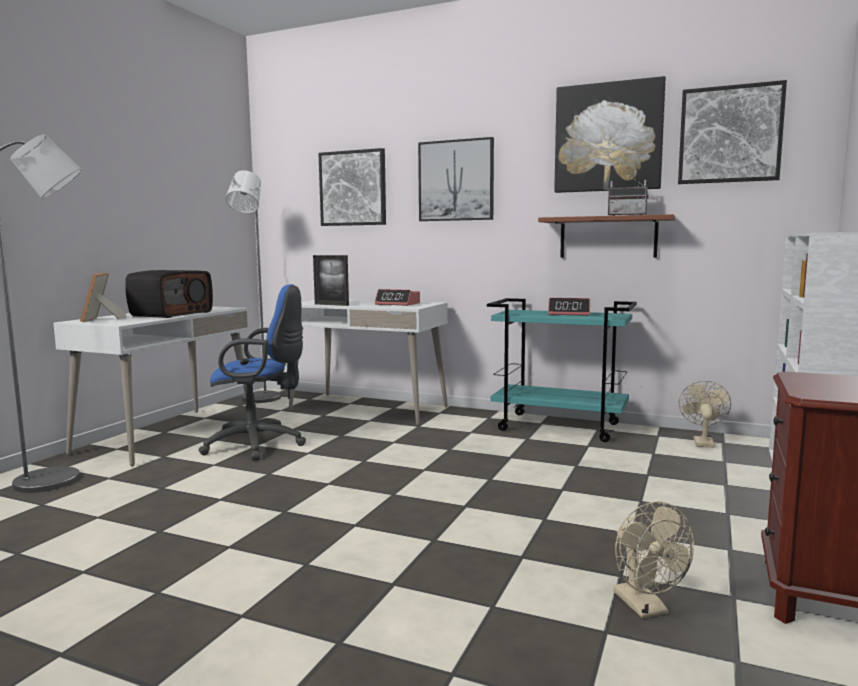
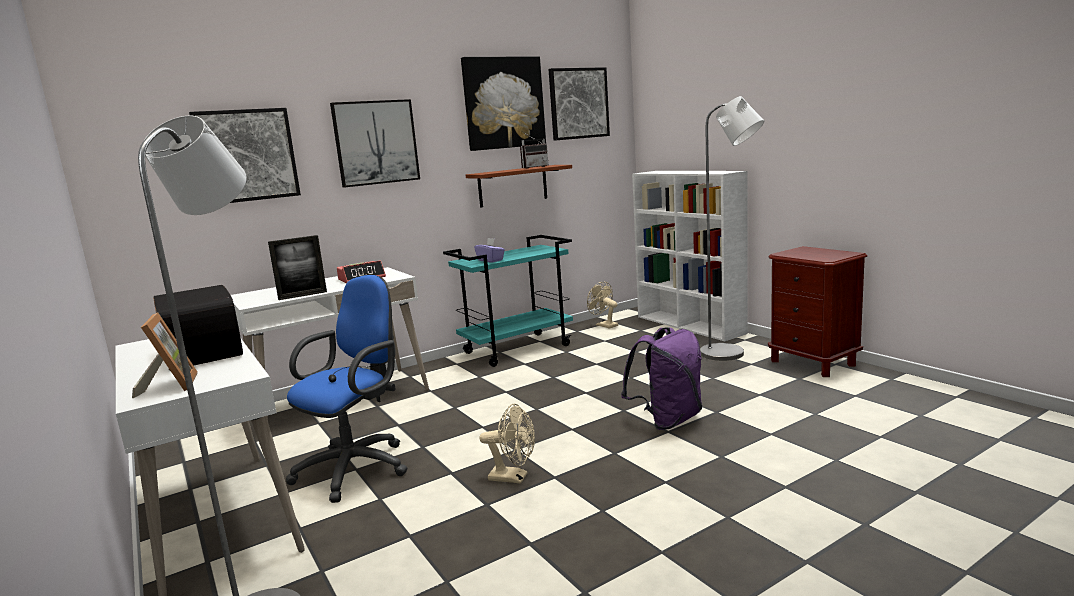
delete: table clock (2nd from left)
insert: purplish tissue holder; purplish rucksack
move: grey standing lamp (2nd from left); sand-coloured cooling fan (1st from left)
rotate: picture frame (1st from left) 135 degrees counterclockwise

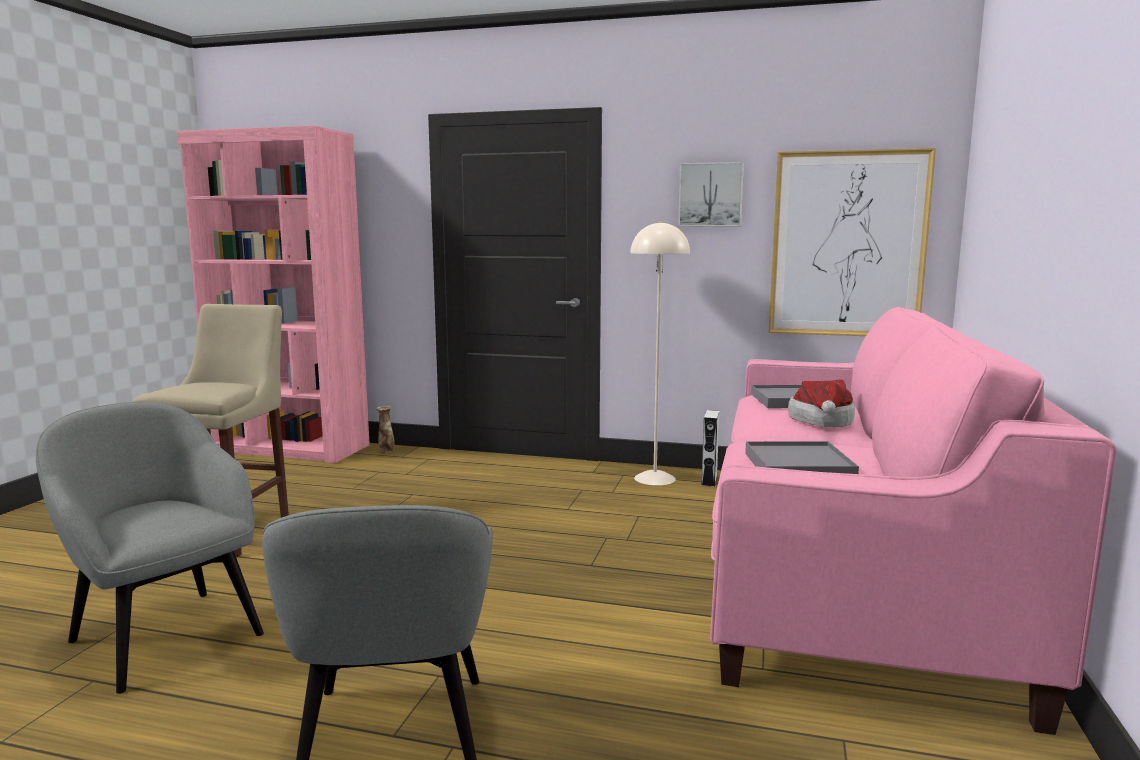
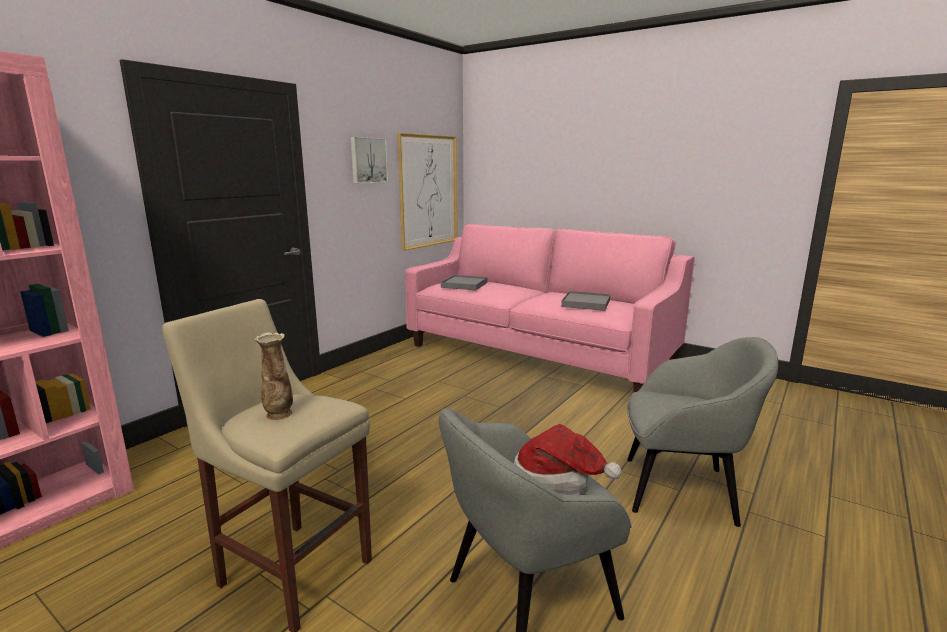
delete: sand-coloured standing lamp; grey speaker
move: hat; decorative vase

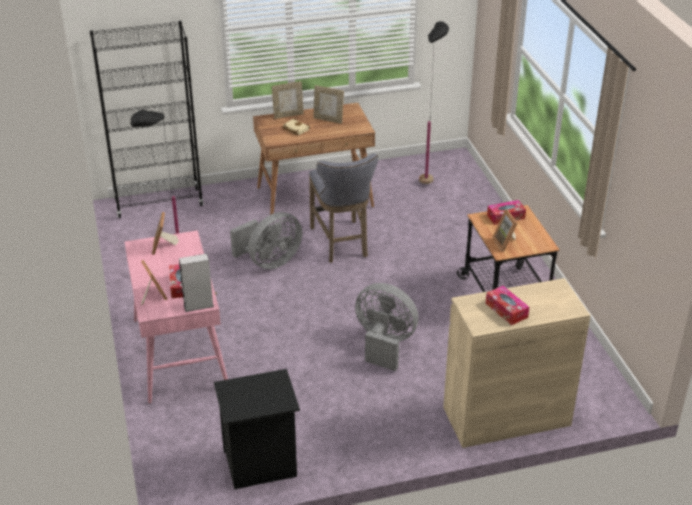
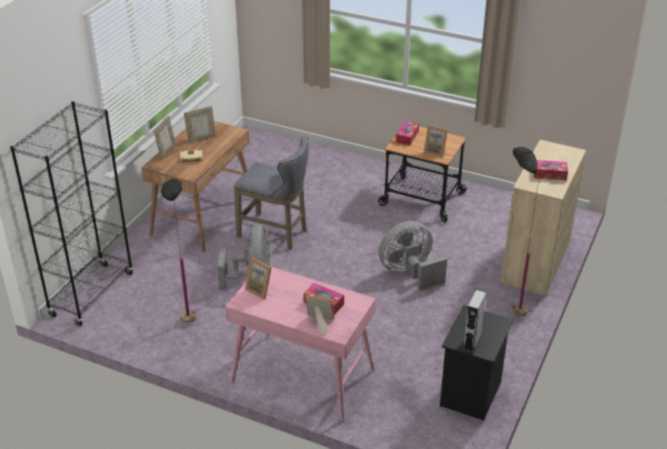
move: black-coloured standing lamp (2nd from left); grey speaker

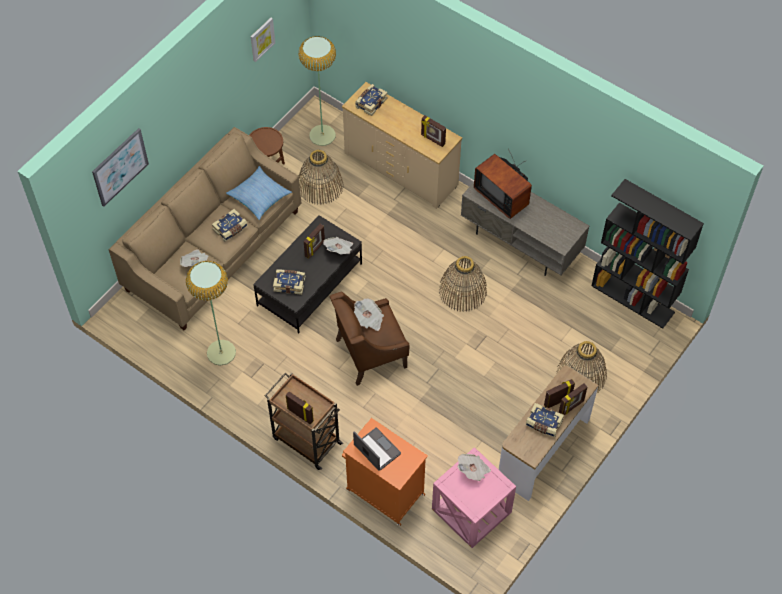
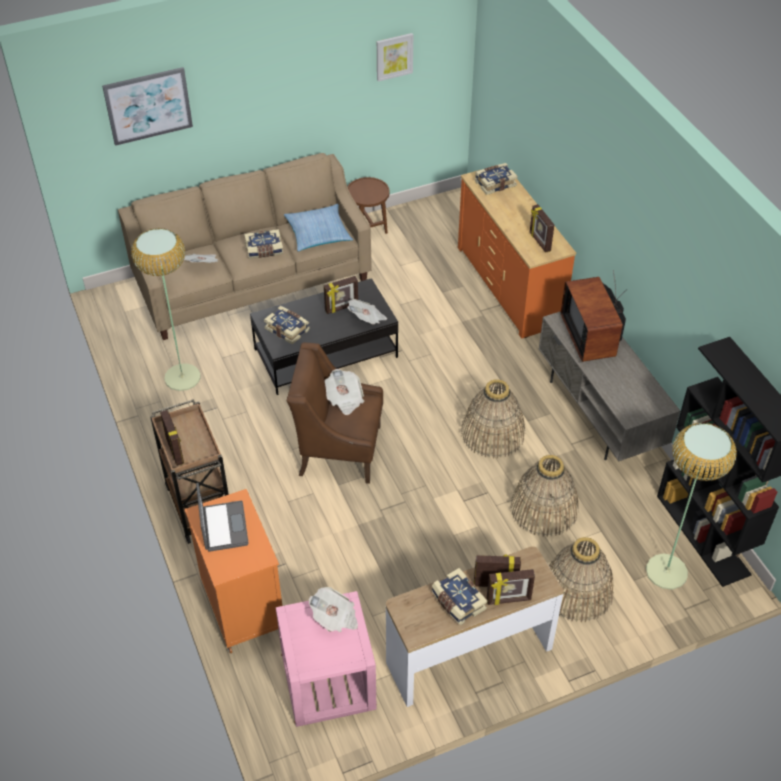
move: standing lamp (2nd from left); storage basket (1st from left in the first image) to storage basket (2nd from left)
recolor: sand-coloured chest of drawers to orangey chest of drawers

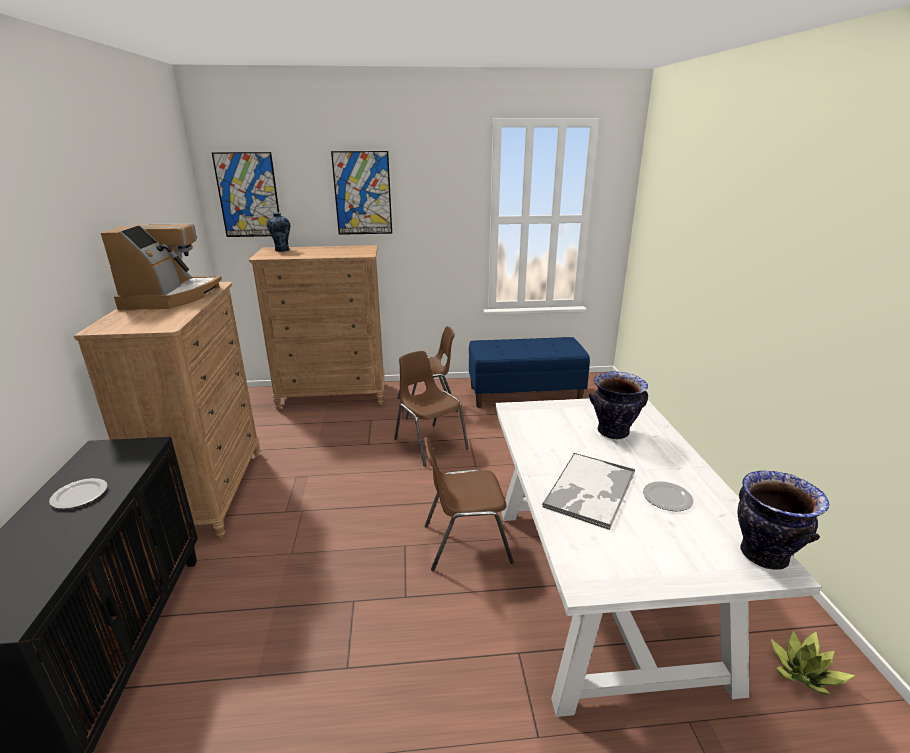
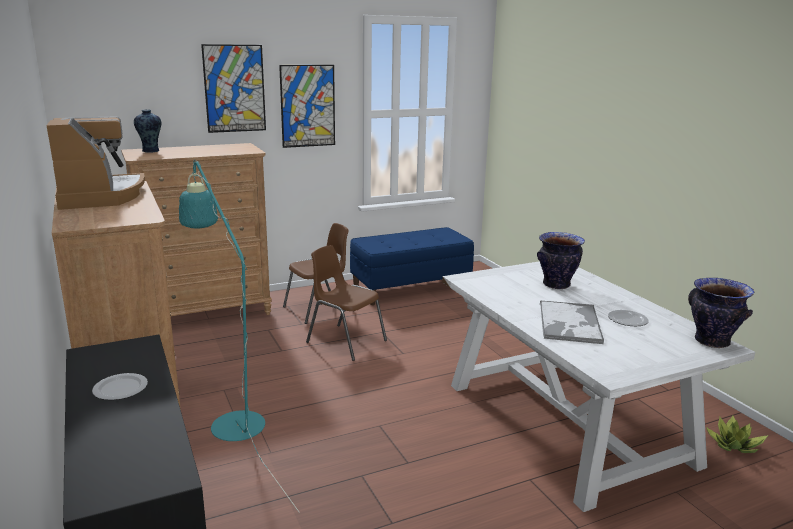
delete: brownish upright chair (3rd from left)
insert: blue-green standing lamp
move: wall art (1st from left in the first image) to wall art (2nd from left)

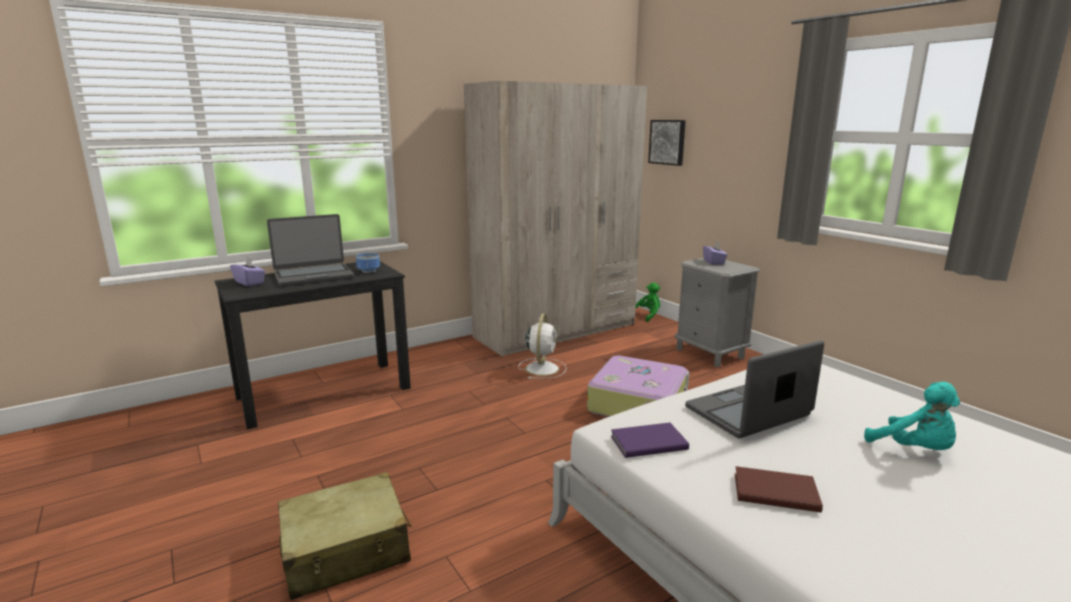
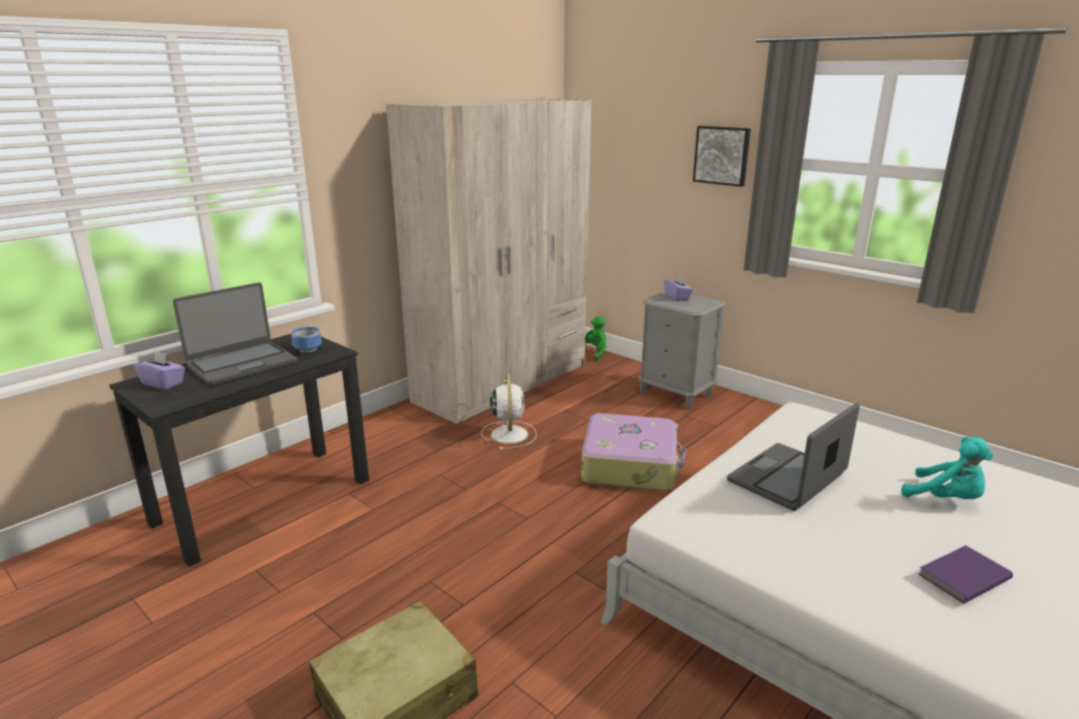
delete: brownish book
move: wall art; purplish book

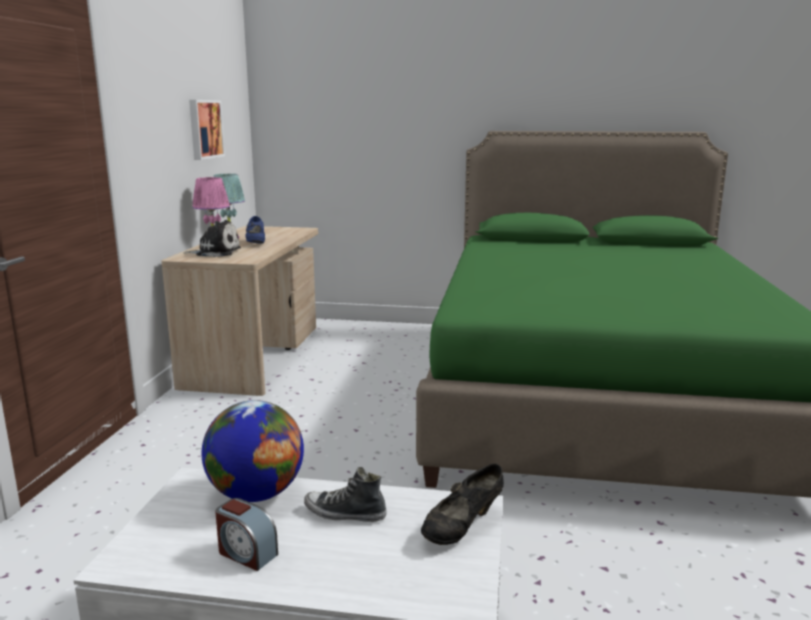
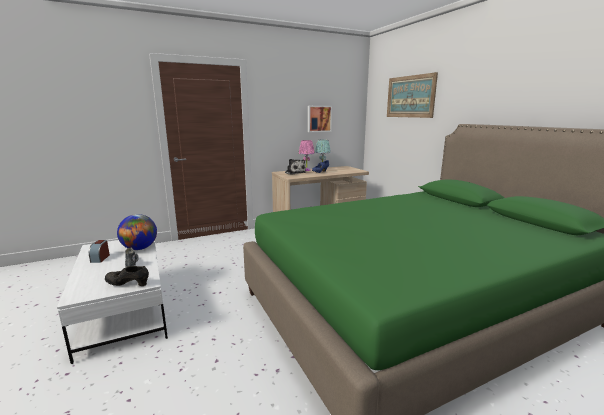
insert: wall art (2nd from left)

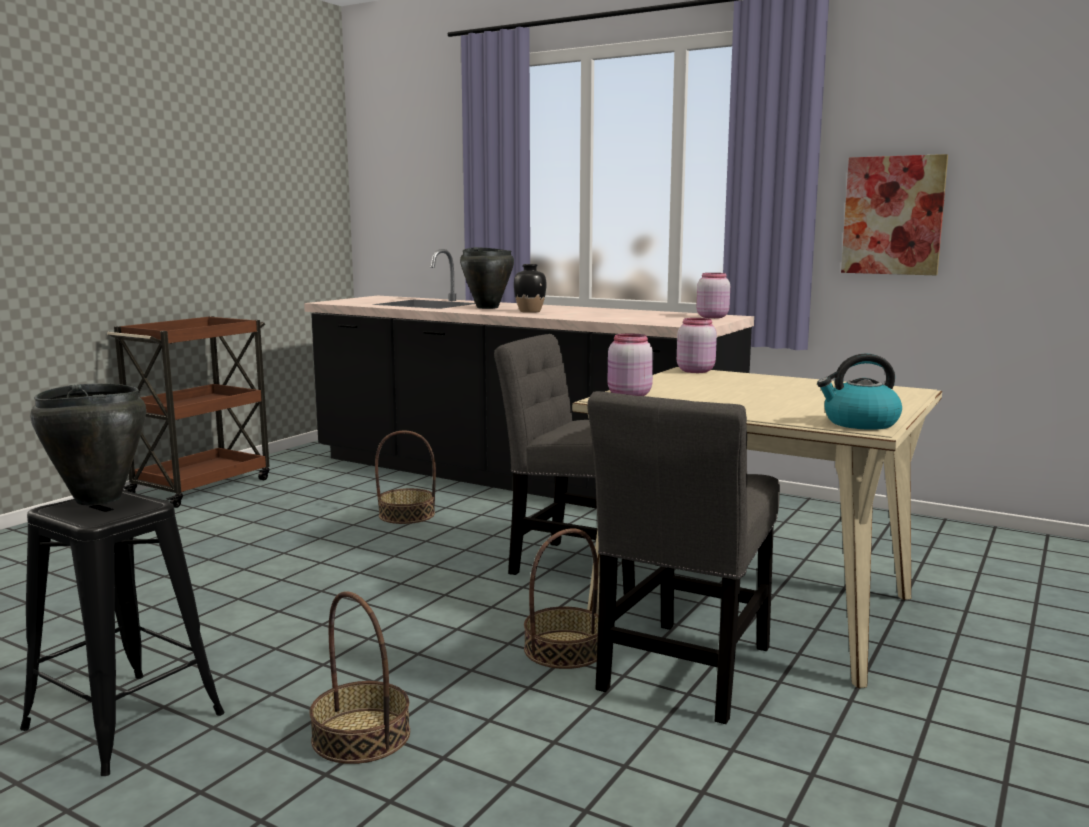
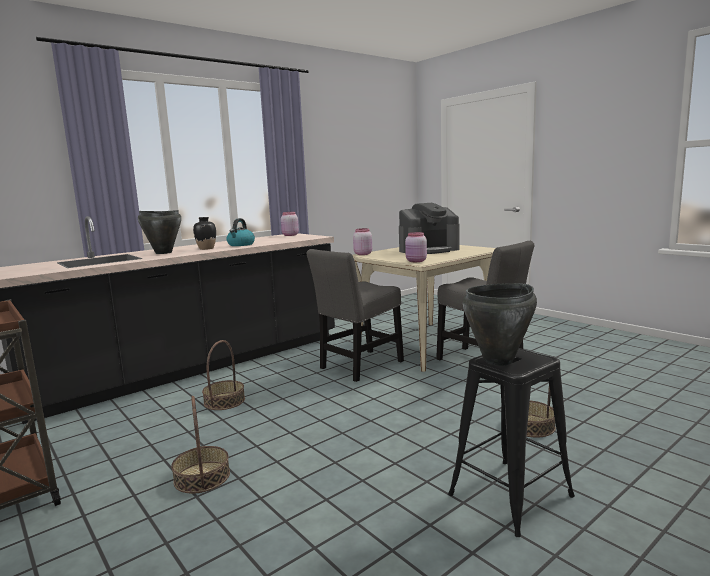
delete: wall art
insert: coffee brewer
move: water kettle; storage basket (3rd from left in the first image) to storage basket (1st from left)

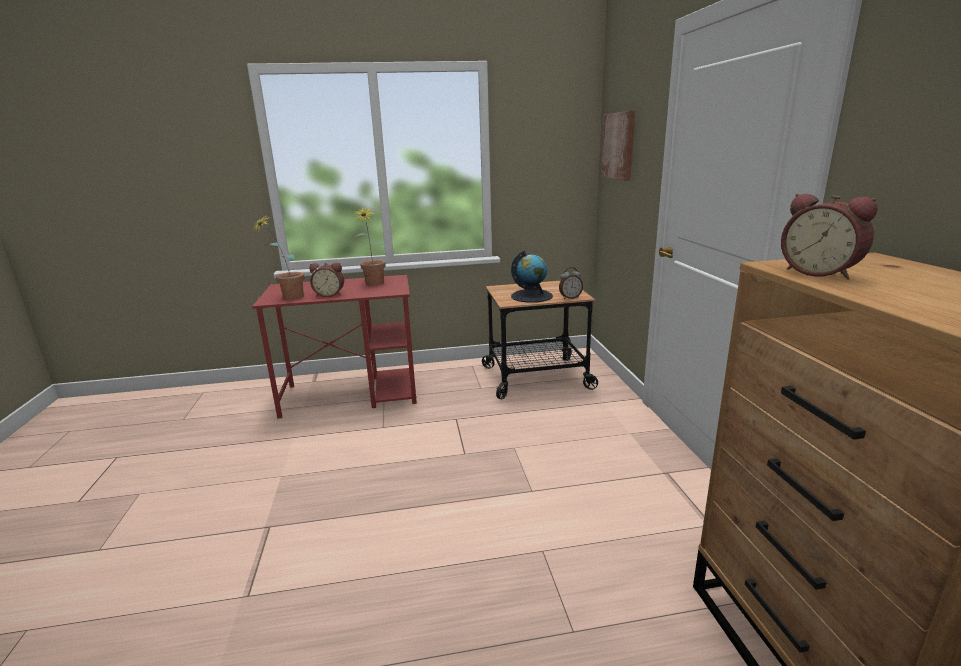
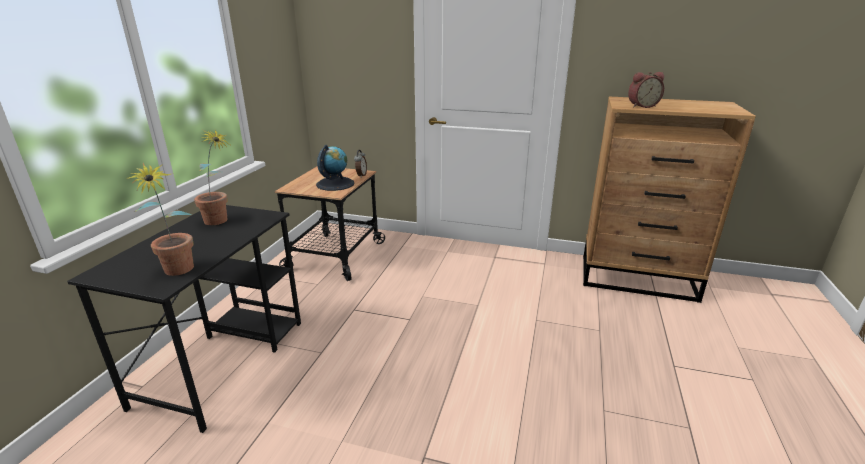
delete: wall art; table clock (1st from left)
recolor: reddish desk to black-coloured desk

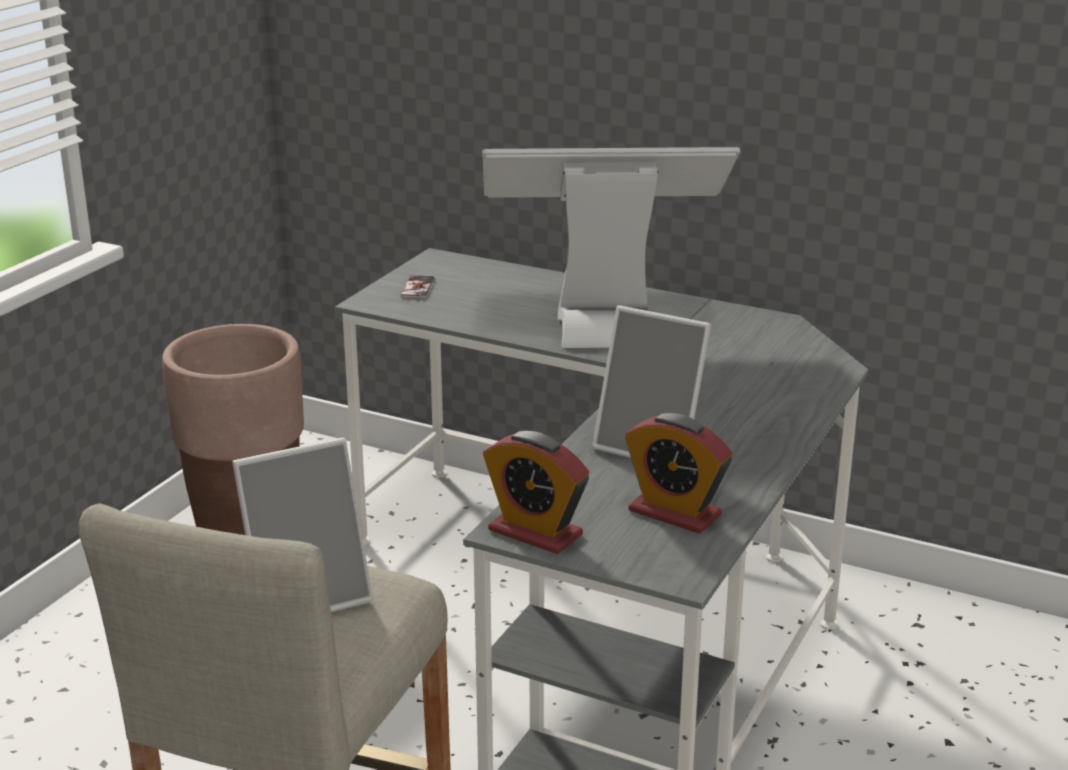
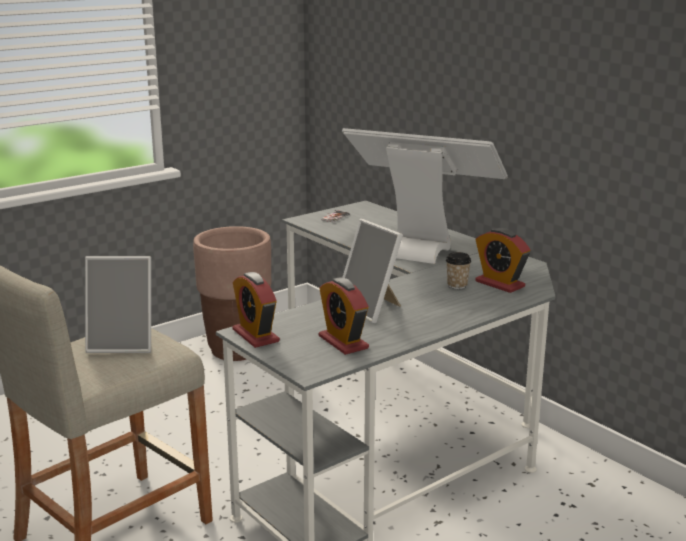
insert: table clock (3rd from left); drinking cup

